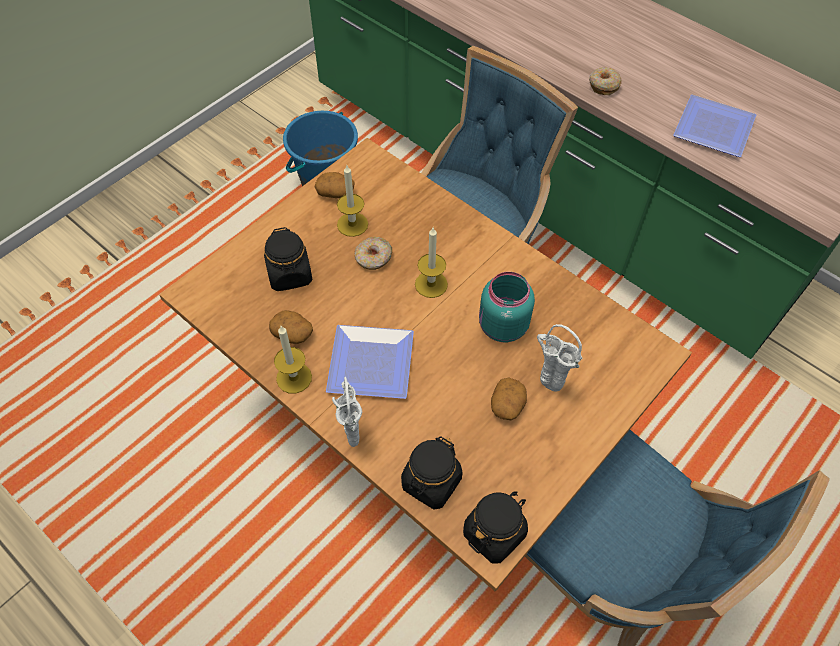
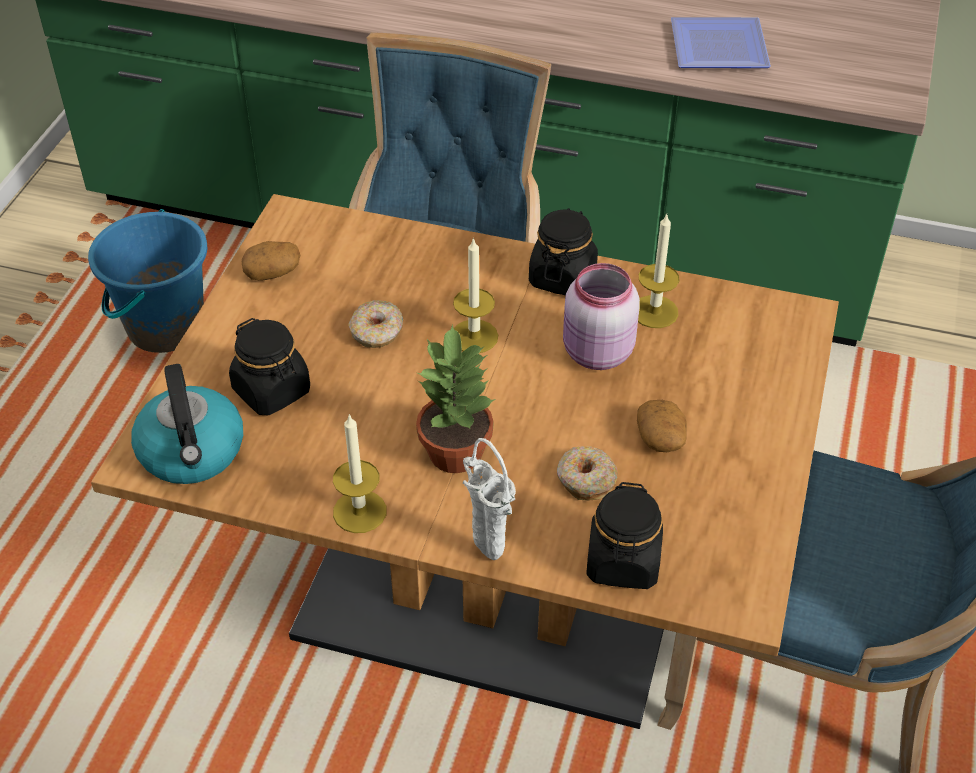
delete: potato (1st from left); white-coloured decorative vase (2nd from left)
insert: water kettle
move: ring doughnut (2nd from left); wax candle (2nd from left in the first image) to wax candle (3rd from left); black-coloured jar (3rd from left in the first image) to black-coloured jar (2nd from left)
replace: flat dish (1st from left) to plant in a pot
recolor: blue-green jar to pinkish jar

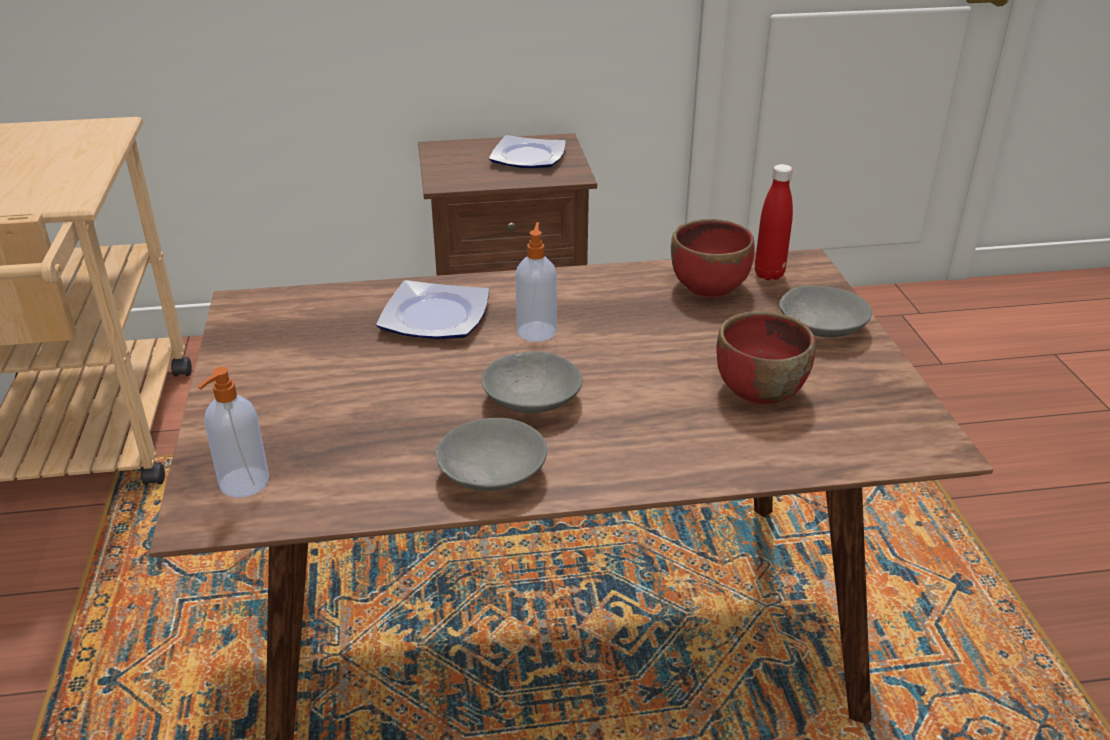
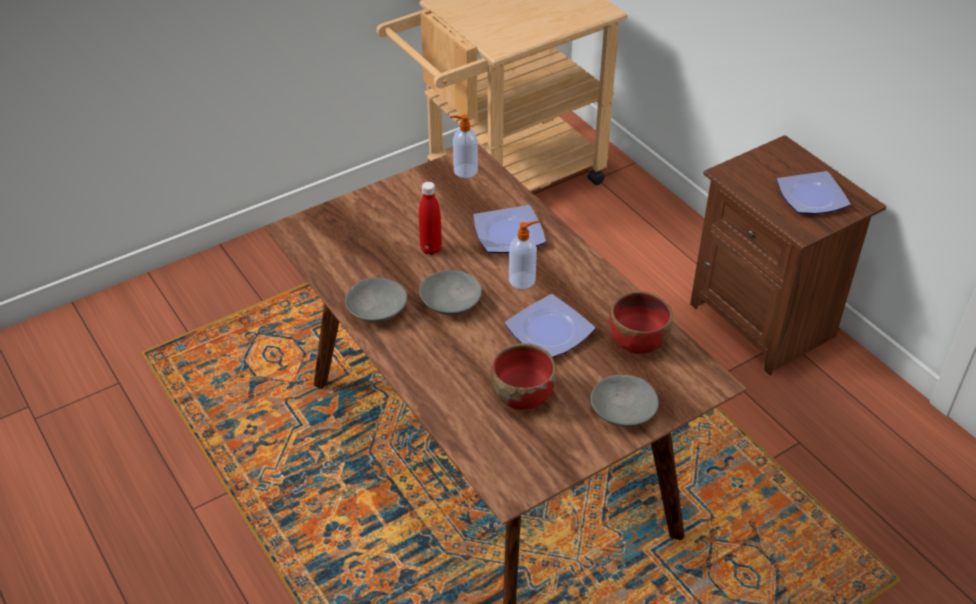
insert: flat dish (2nd from left)
move: reddish bottle; soap dispenser (1st from left)

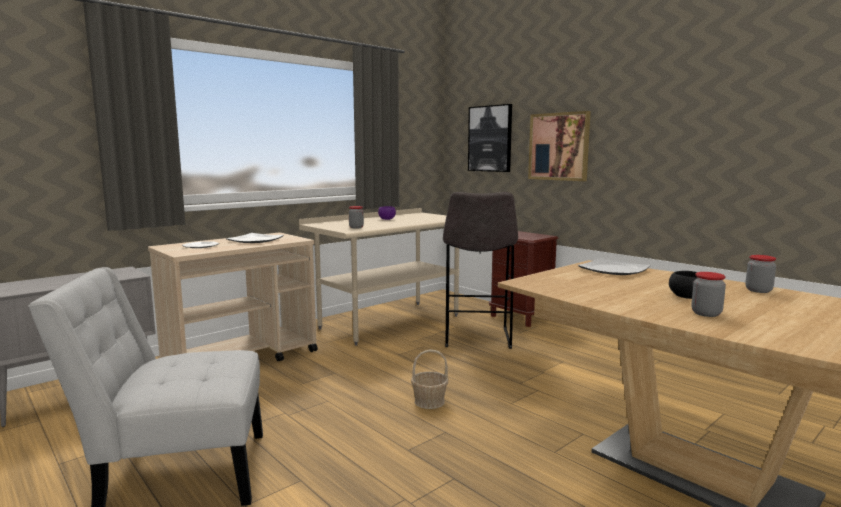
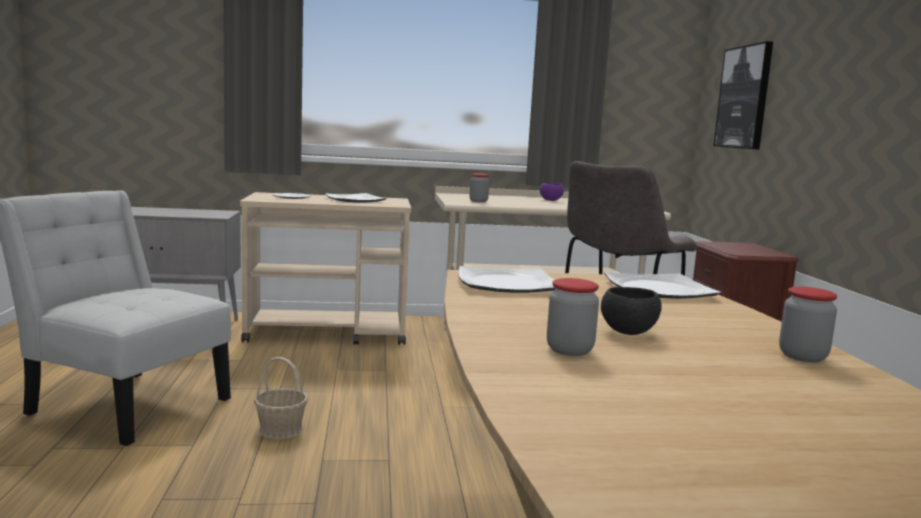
delete: wall art (2nd from left)
insert: flat dish (3rd from left)
move: storage basket

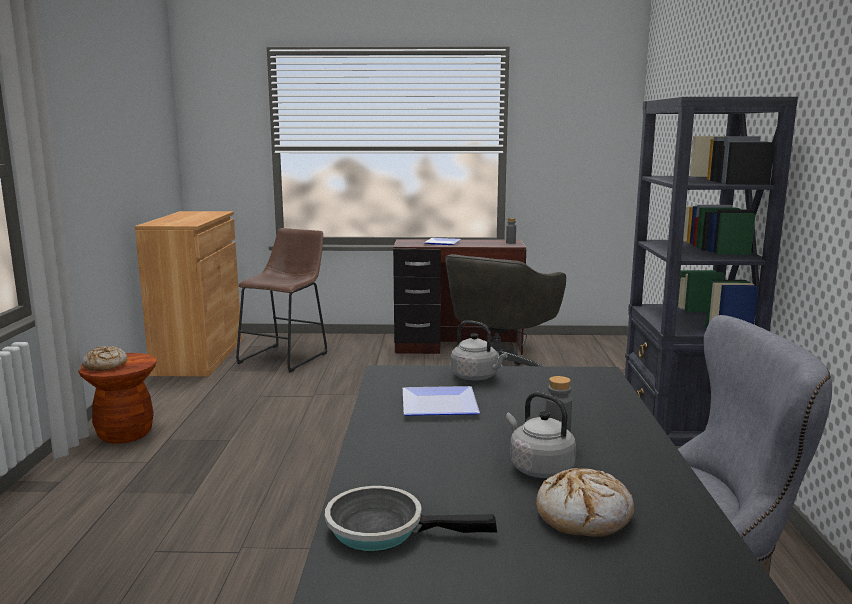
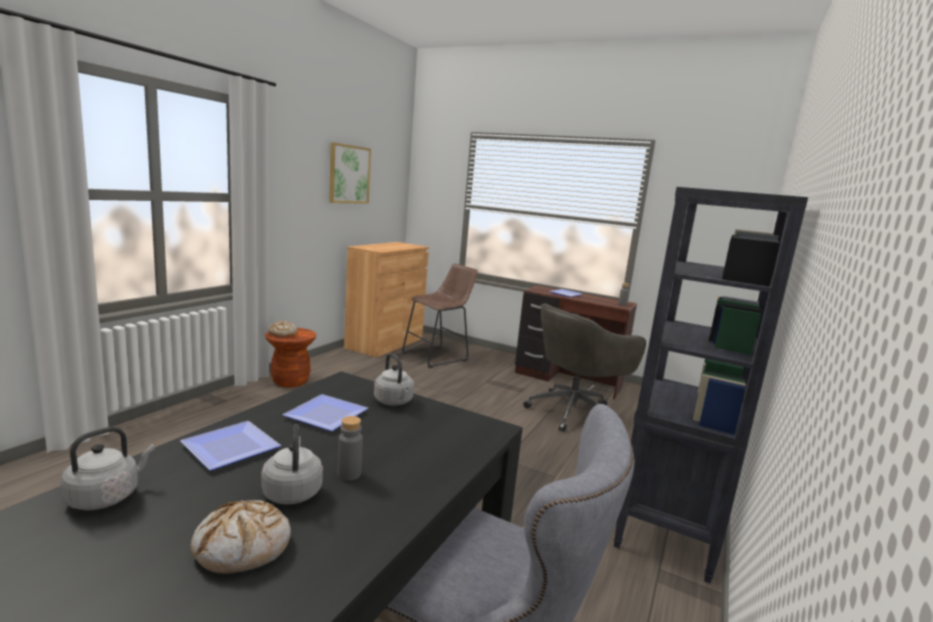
insert: wall art; flat dish (1st from left)
replace: pan to grey water kettle (1st from left)

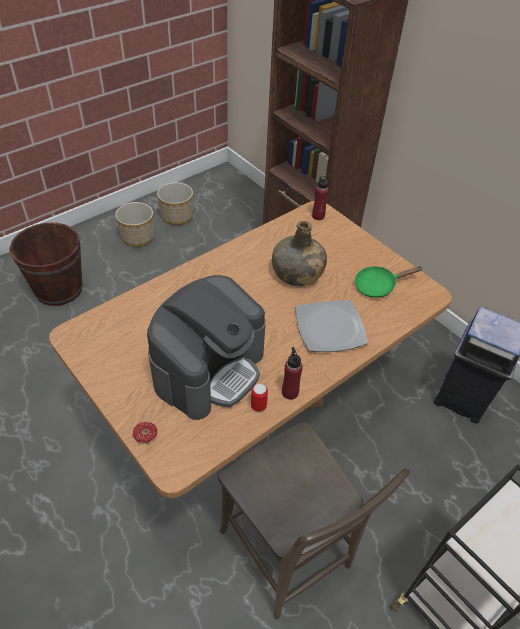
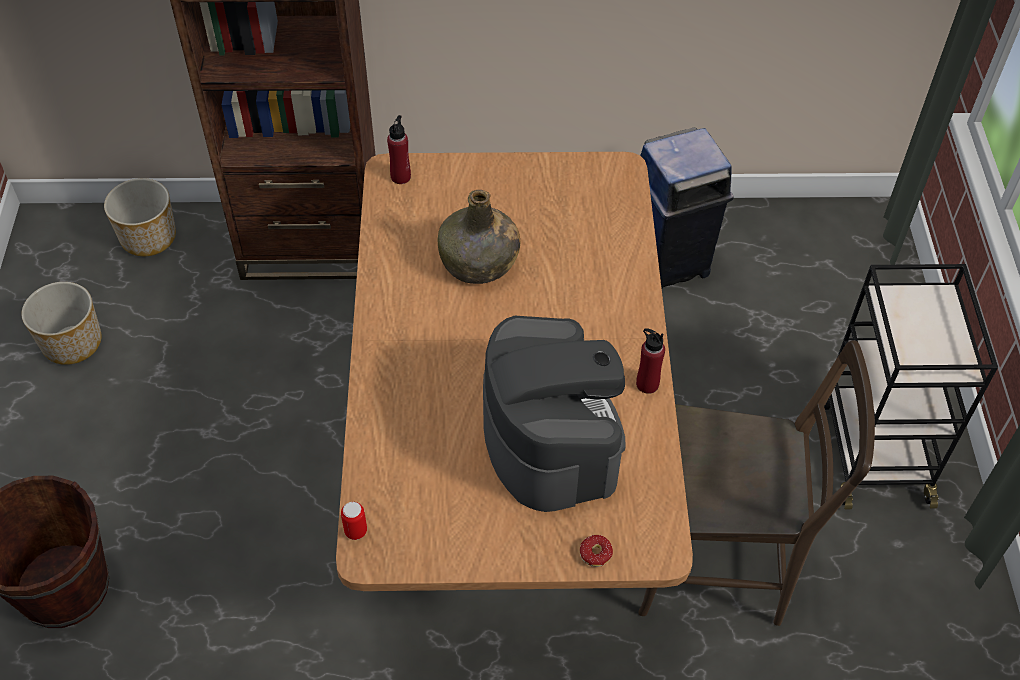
delete: green pan; flat dish
move: planter (1st from left in the first image) to planter (2nd from left); can

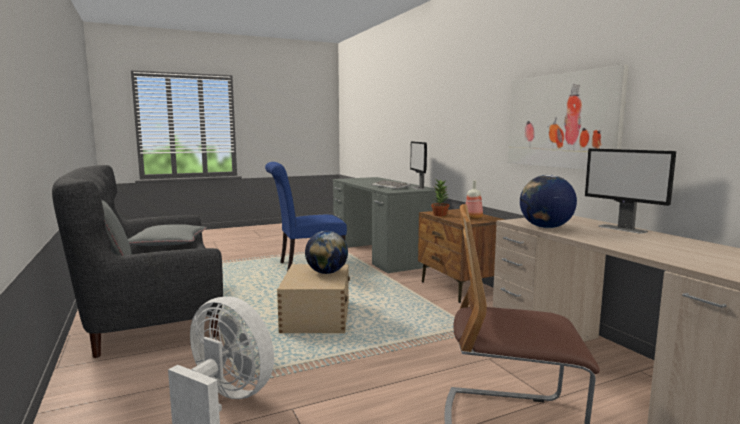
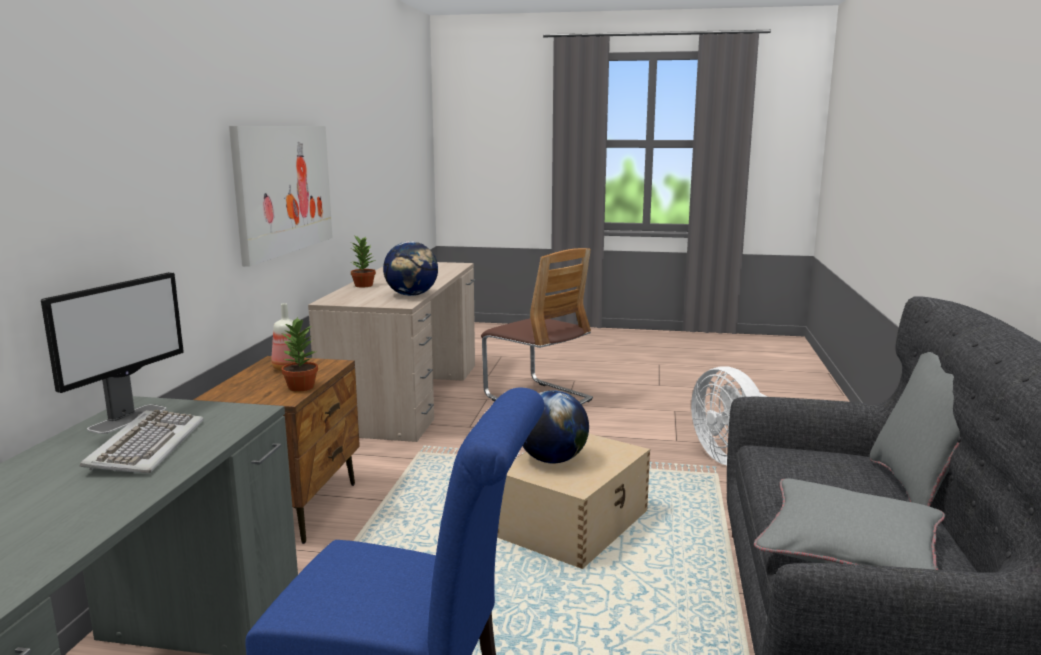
replace: monitor (2nd from left) to plant in a pot (2nd from left)

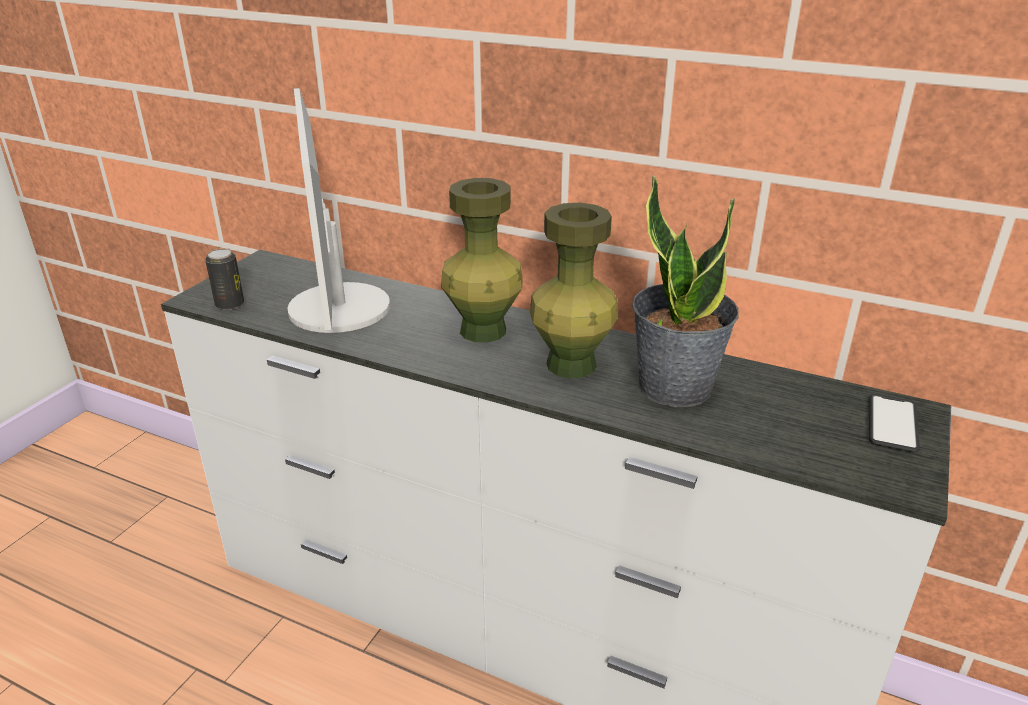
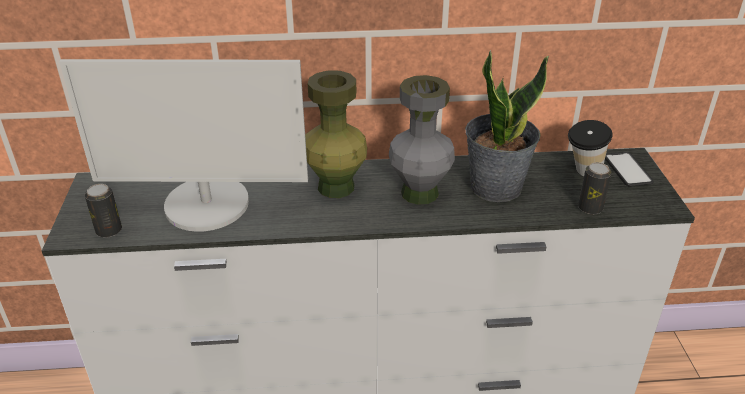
insert: drinking cup; can (2nd from left)
recolor: green decorative vase (2nd from left) to grey decorative vase
rotate: monitor 45 degrees counterclockwise

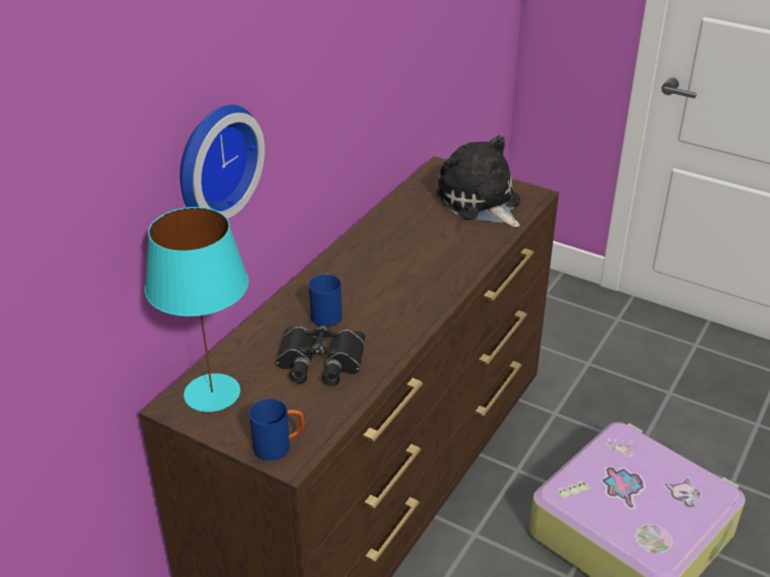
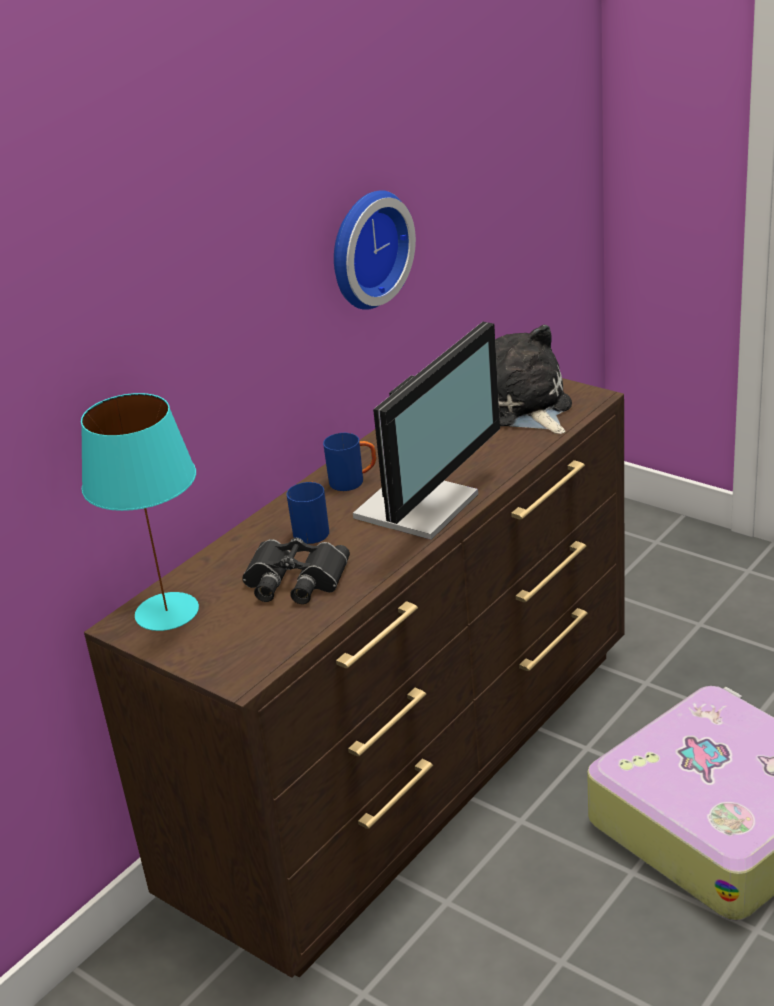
insert: monitor
move: clock on the wall; blue coffee mug (1st from left in the first image) to blue coffee mug (2nd from left)

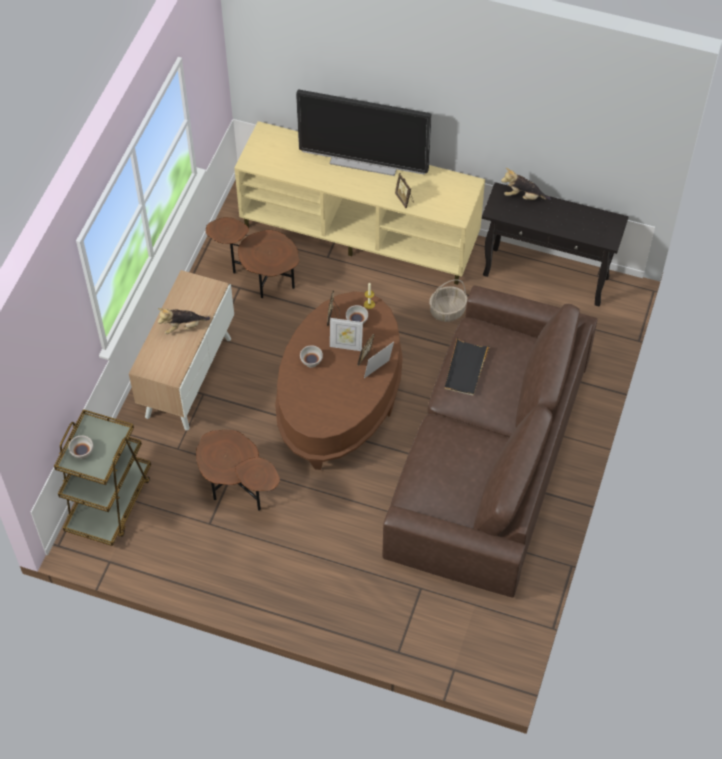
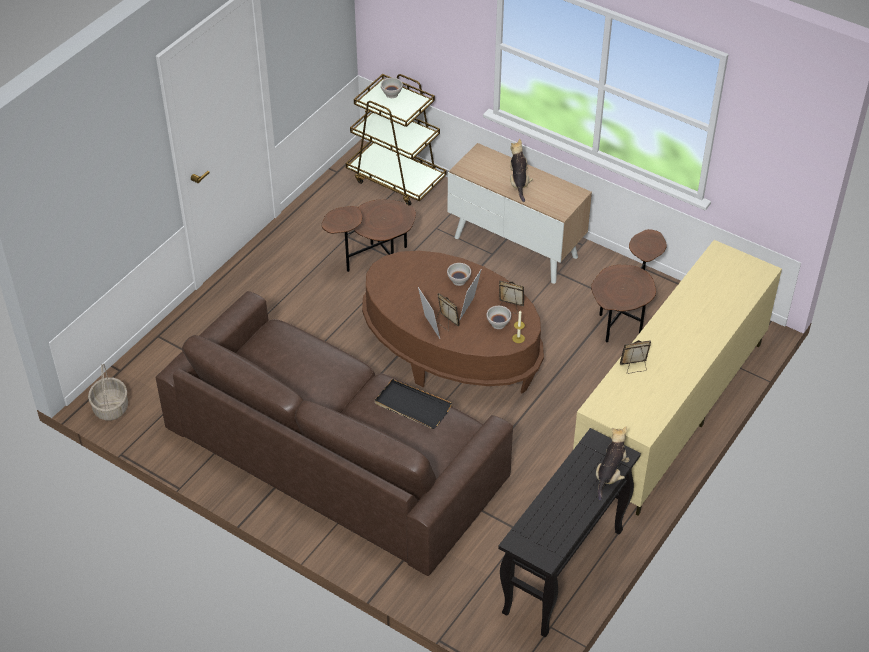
delete: television
move: storage basket

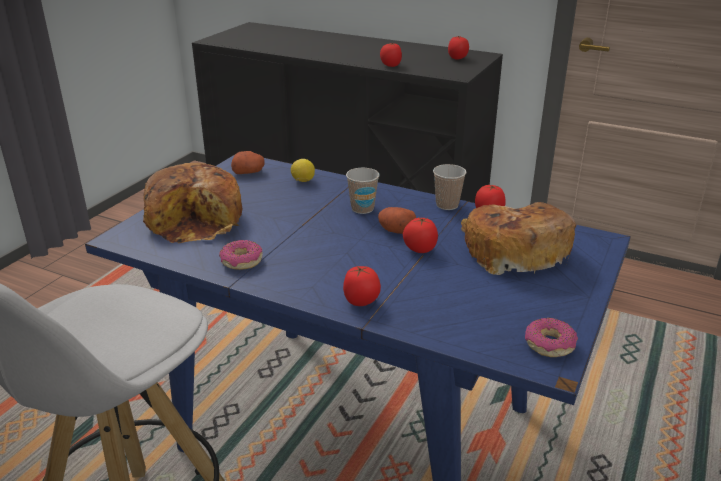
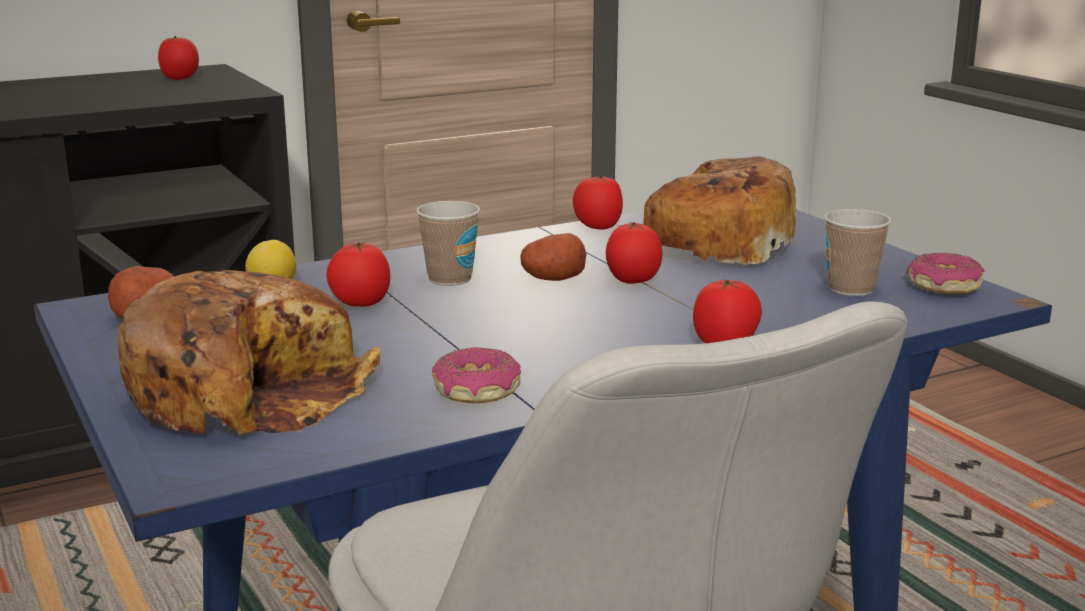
move: fresh tomato (2nd from left); drinking cup (2nd from left)

